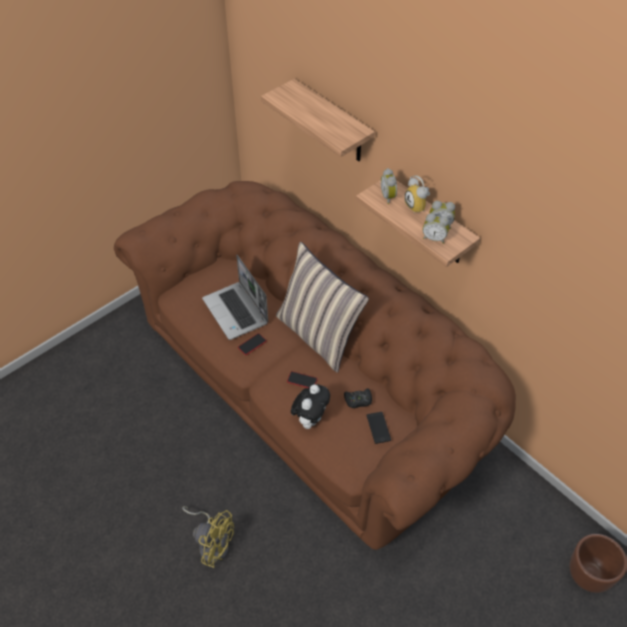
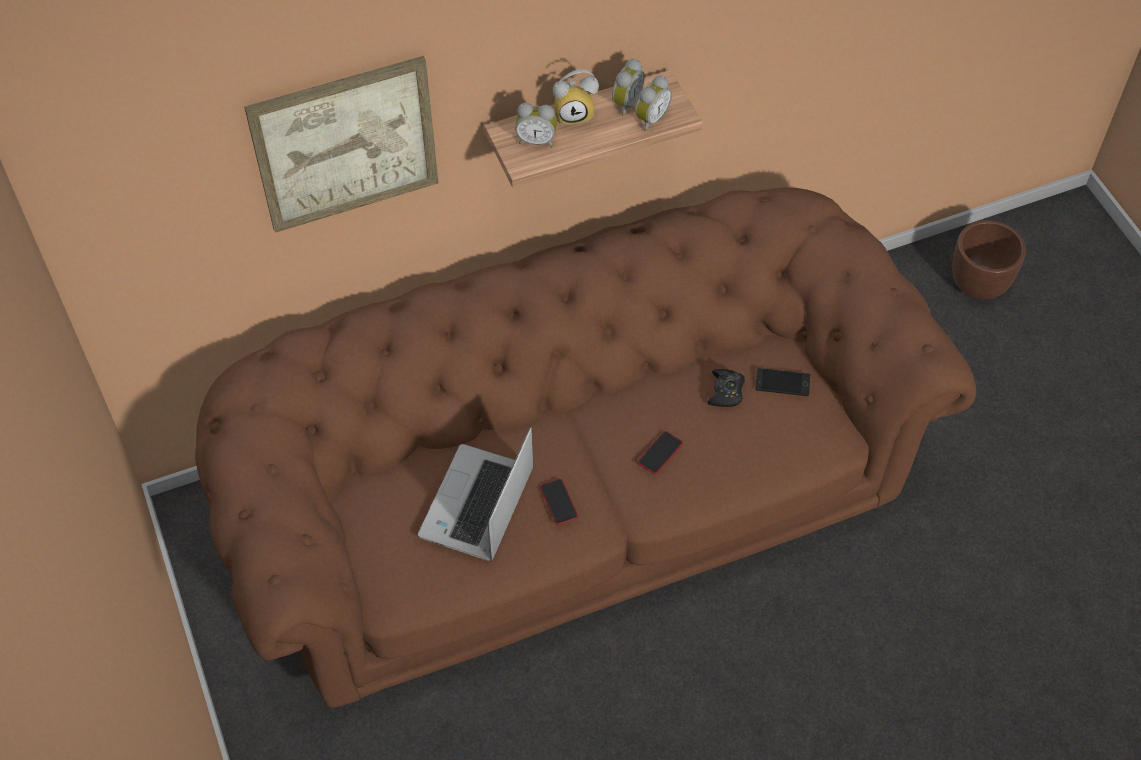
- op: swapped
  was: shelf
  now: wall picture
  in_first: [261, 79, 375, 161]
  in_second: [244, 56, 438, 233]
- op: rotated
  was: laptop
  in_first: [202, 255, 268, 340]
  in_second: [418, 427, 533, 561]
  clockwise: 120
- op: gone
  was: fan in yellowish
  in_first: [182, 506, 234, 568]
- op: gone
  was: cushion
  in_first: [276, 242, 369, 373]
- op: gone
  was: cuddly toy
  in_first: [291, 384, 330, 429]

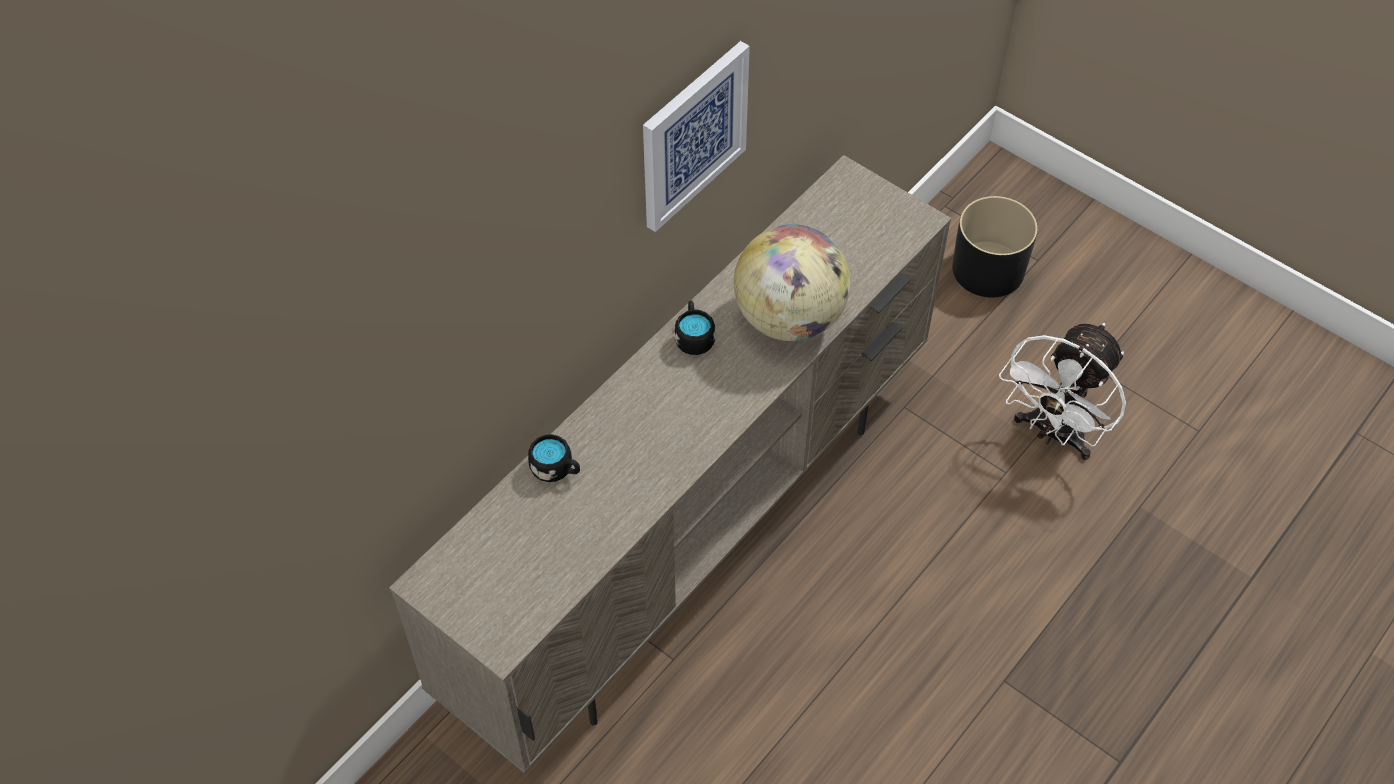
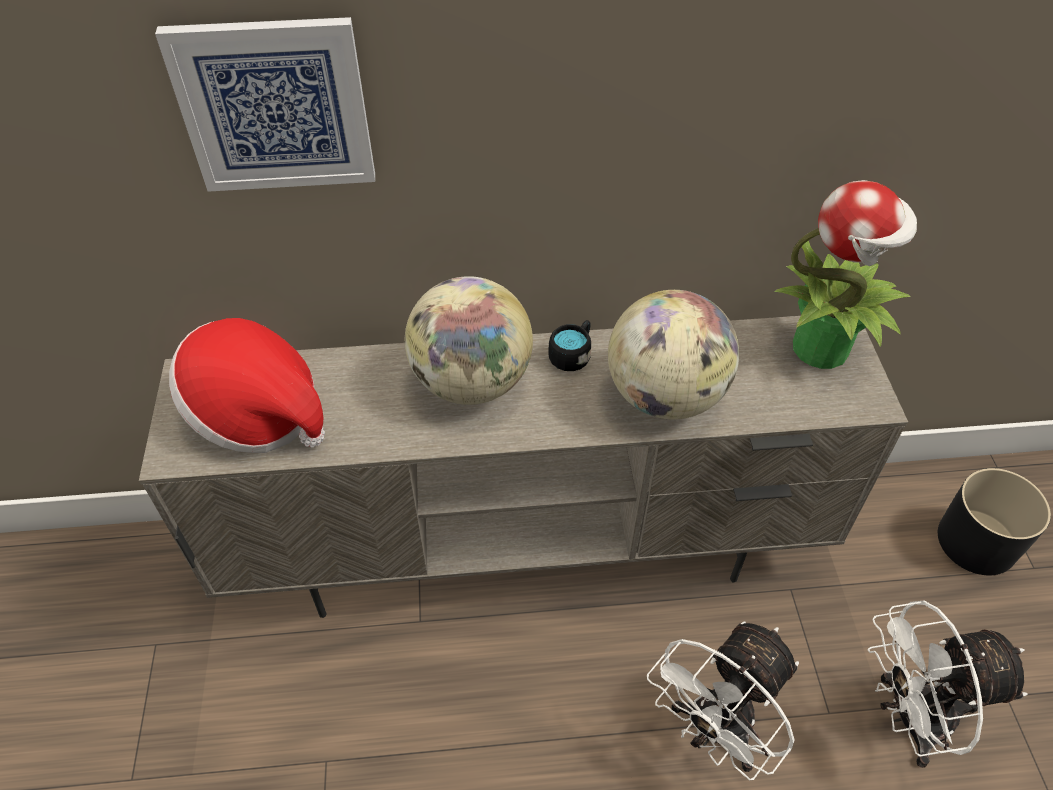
- op: shifted
  was: wall picture
  in_first: [643, 41, 750, 232]
  in_second: [155, 17, 375, 192]
- op: new
  now: wearable hat
  in_second: [169, 318, 325, 453]
- op: new
  now: desk globe
  in_second: [405, 276, 533, 405]
- op: new
  now: fan in whitish
  in_second: [647, 621, 799, 781]
- op: new
  now: houseplant
  in_second: [775, 180, 917, 369]
- op: gone
  was: coffee mug in blackish
  in_first: [528, 434, 580, 482]

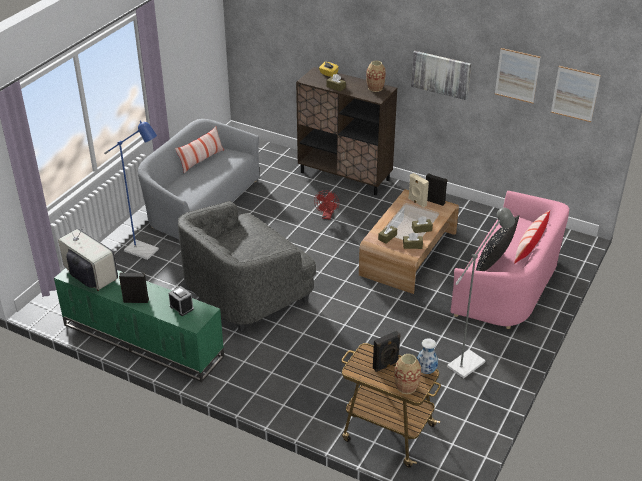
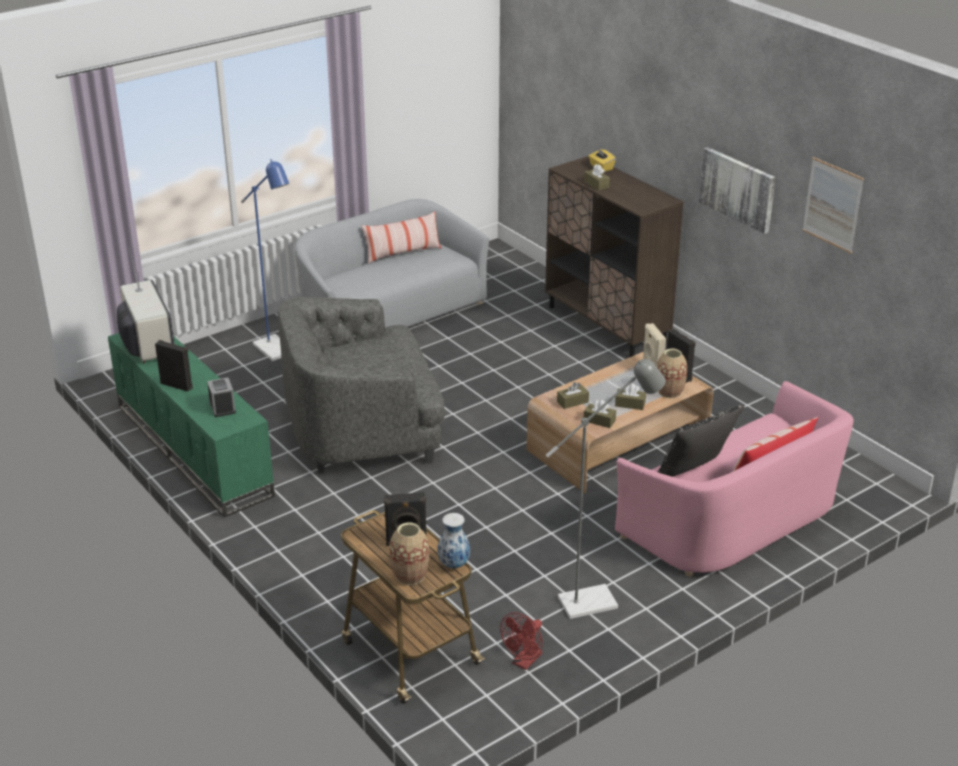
- op: shifted
  was: fan in red
  in_first: [314, 190, 339, 219]
  in_second: [500, 612, 543, 670]
- op: shifted
  was: vase
  in_first: [366, 61, 386, 92]
  in_second: [656, 349, 687, 398]
- op: gone
  was: wall picture
  in_first: [551, 66, 601, 122]

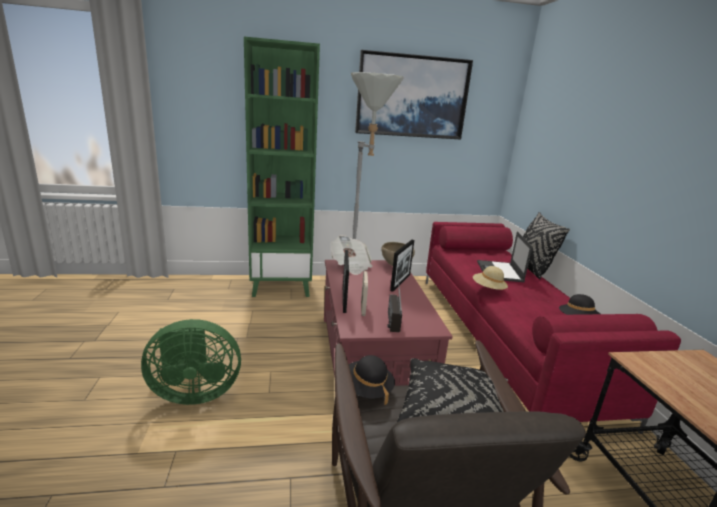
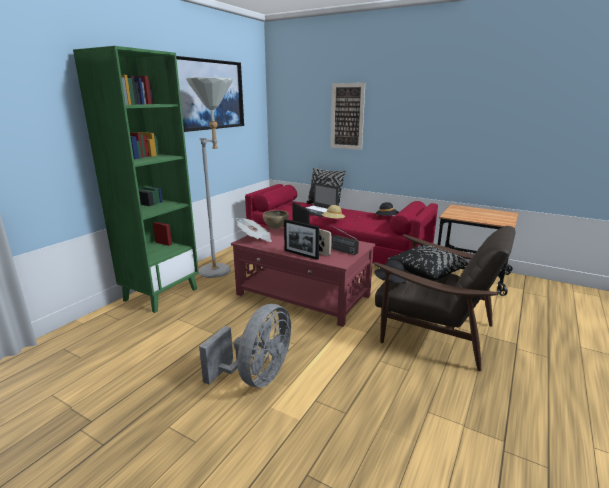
- op: repainted
  was: fan in green
  now: fan in greyish
  in_first: [141, 319, 241, 405]
  in_second: [199, 304, 291, 387]
- op: new
  now: wall picture
  in_second: [331, 83, 365, 150]

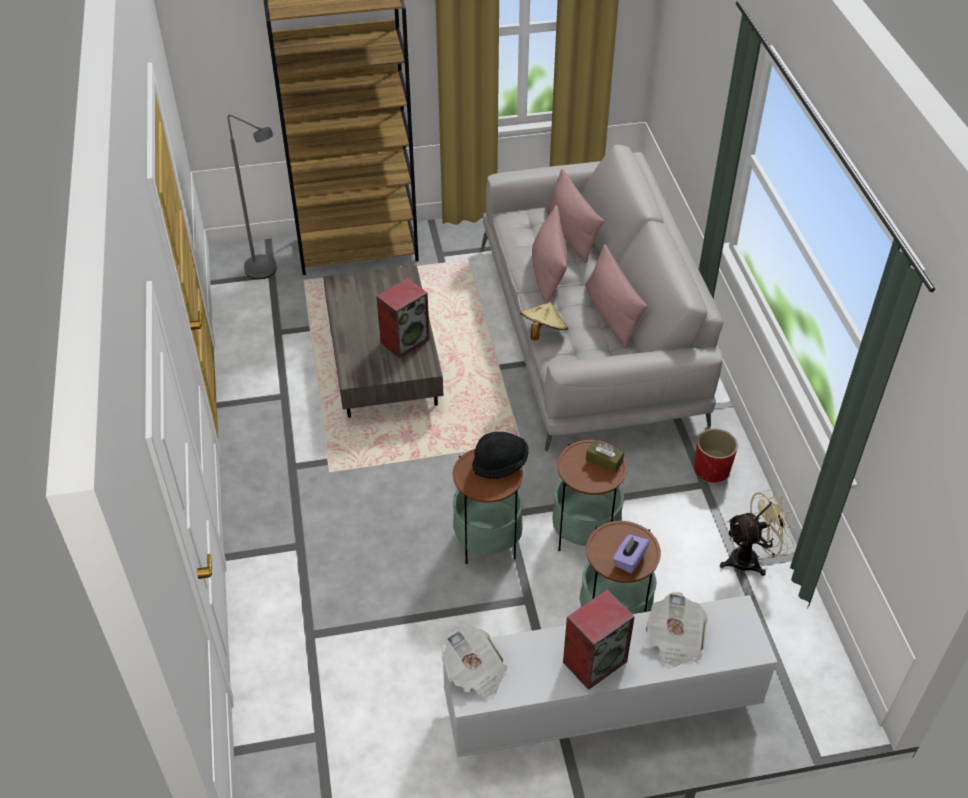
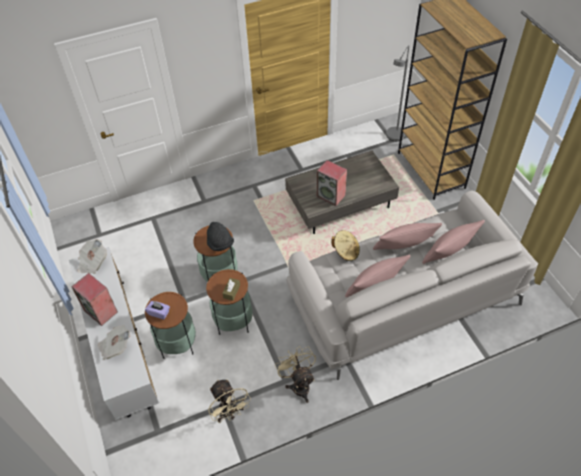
- op: swapped
  was: flower pot in red
  now: fan in beige
  in_first: [694, 429, 738, 482]
  in_second: [275, 346, 316, 403]

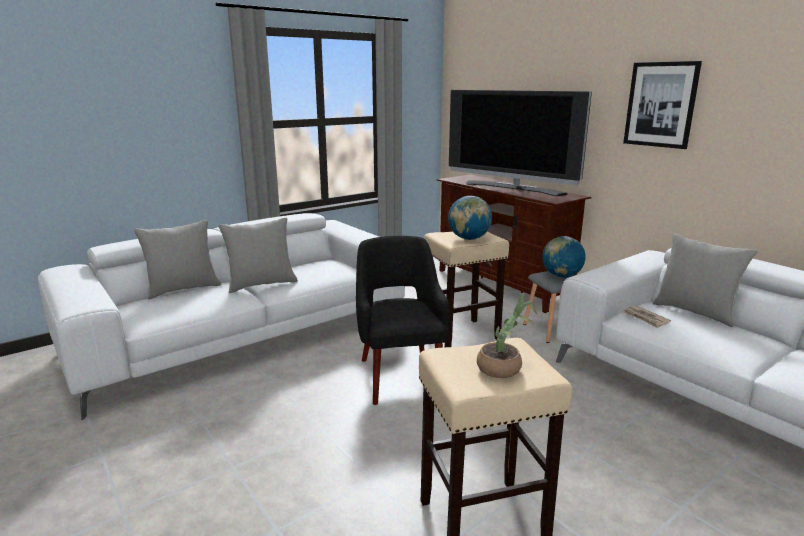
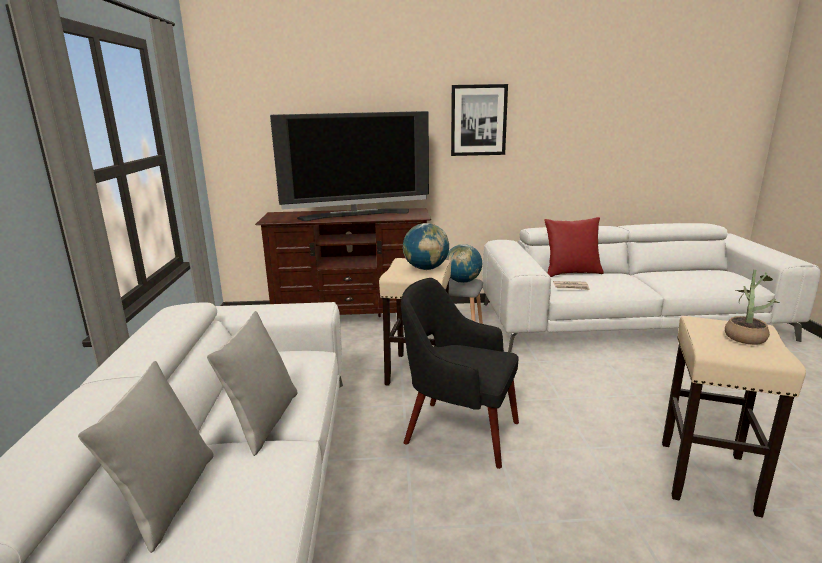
- op: repainted
  was: cushion in greyish
  now: cushion in red
  in_first: [653, 233, 758, 327]
  in_second: [544, 217, 604, 277]

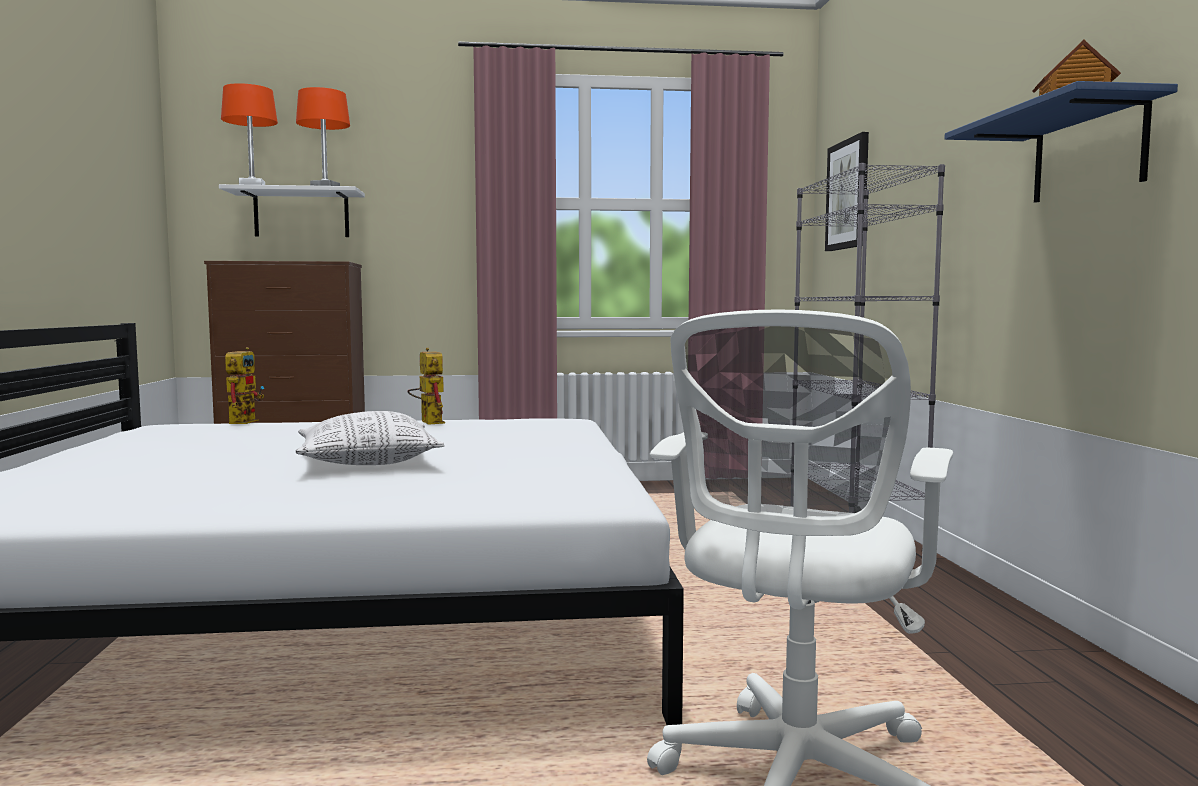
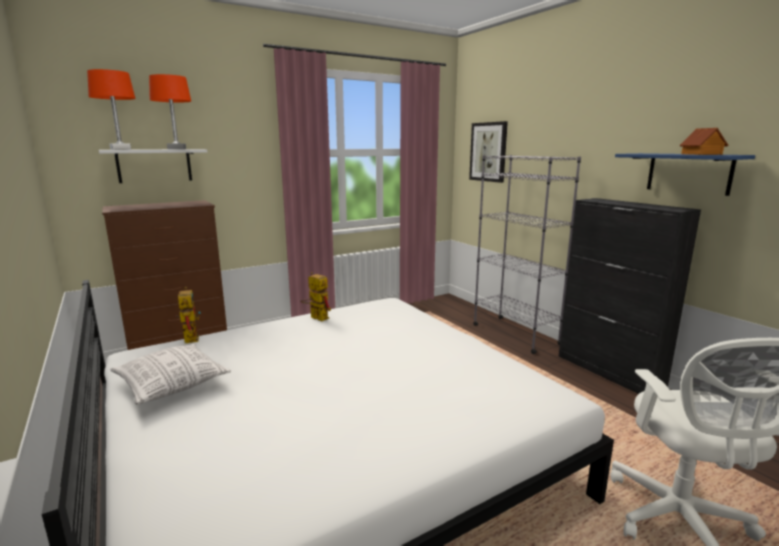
- op: shifted
  was: cushion
  in_first: [295, 411, 445, 465]
  in_second: [110, 343, 231, 405]
- op: new
  now: cupboard in blackish
  in_second: [559, 198, 701, 394]

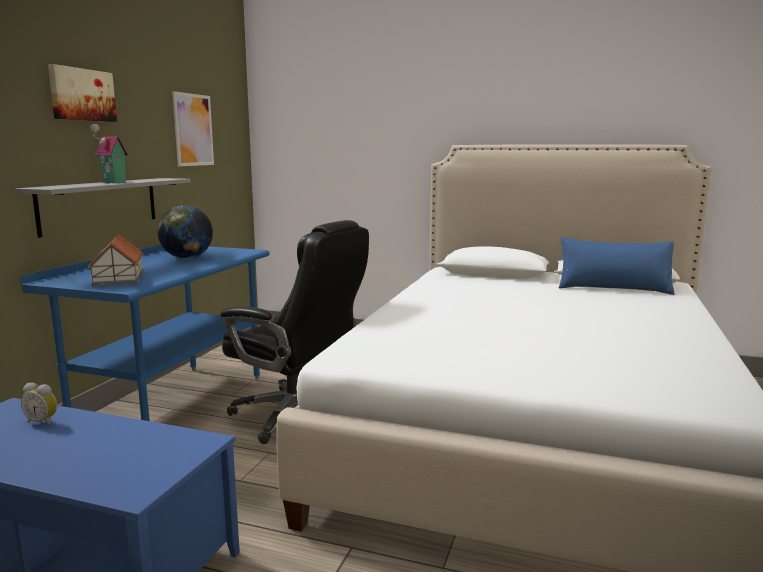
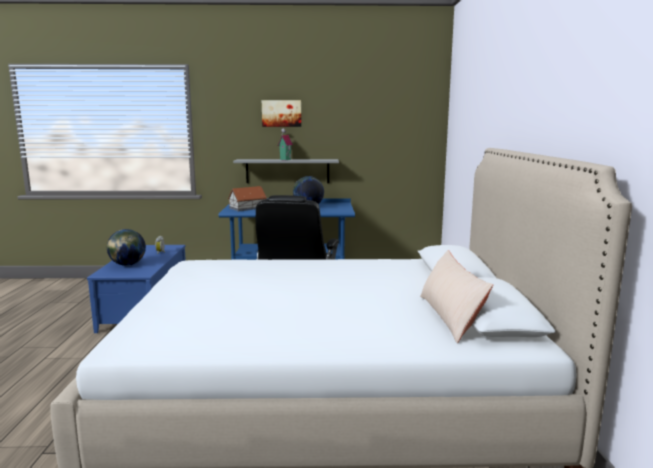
- op: new
  now: desk globe
  in_second: [107, 229, 146, 266]
- op: repainted
  was: cushion in blue-coloured
  now: cushion in beige
  in_first: [559, 237, 675, 295]
  in_second: [420, 250, 493, 343]
- op: gone
  was: wall picture
  in_first: [172, 91, 214, 166]

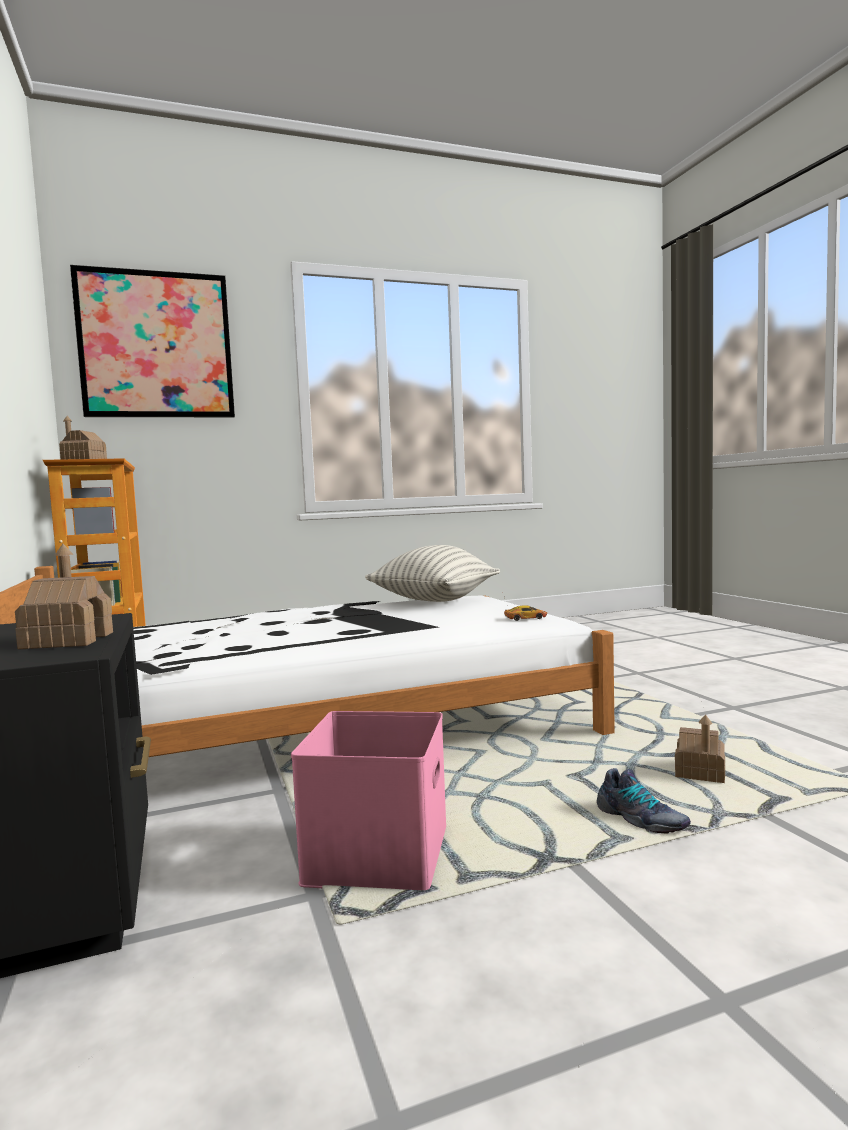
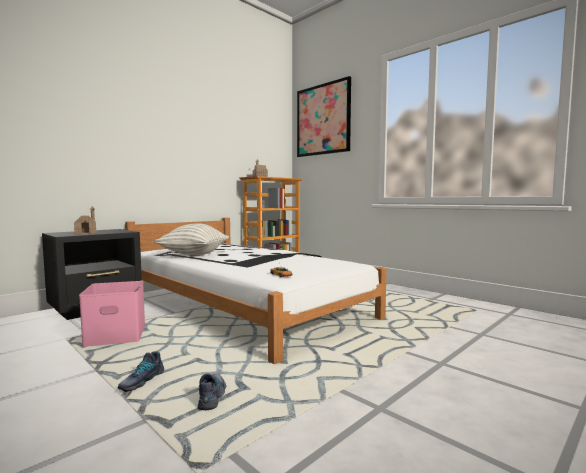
- op: shifted
  was: cushion
  in_first: [365, 545, 500, 602]
  in_second: [154, 223, 229, 256]
- op: swapped
  was: model house
  now: item of footwear
  in_first: [675, 714, 725, 783]
  in_second: [198, 374, 226, 410]

